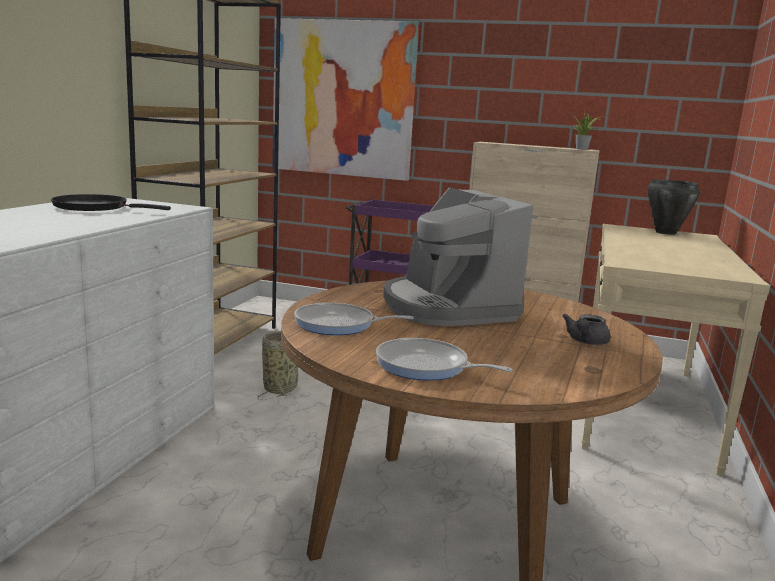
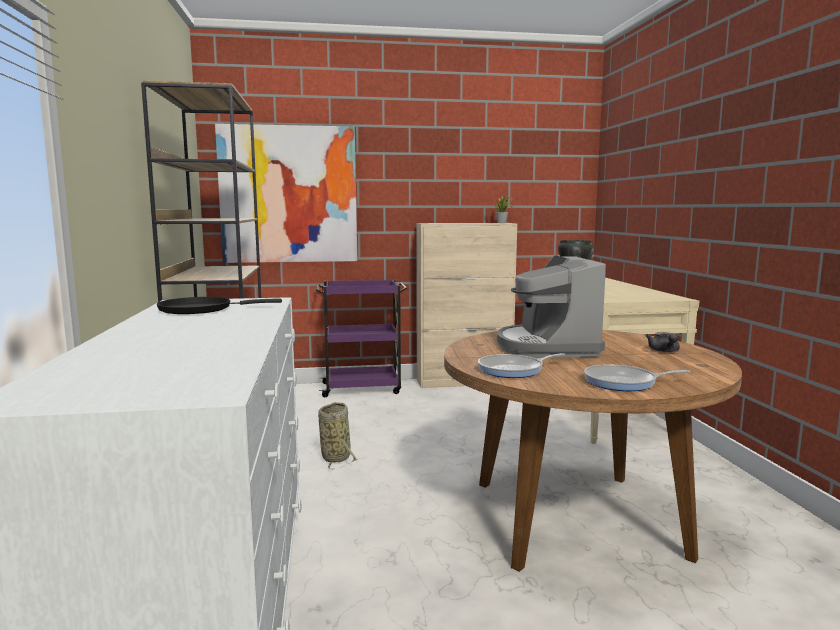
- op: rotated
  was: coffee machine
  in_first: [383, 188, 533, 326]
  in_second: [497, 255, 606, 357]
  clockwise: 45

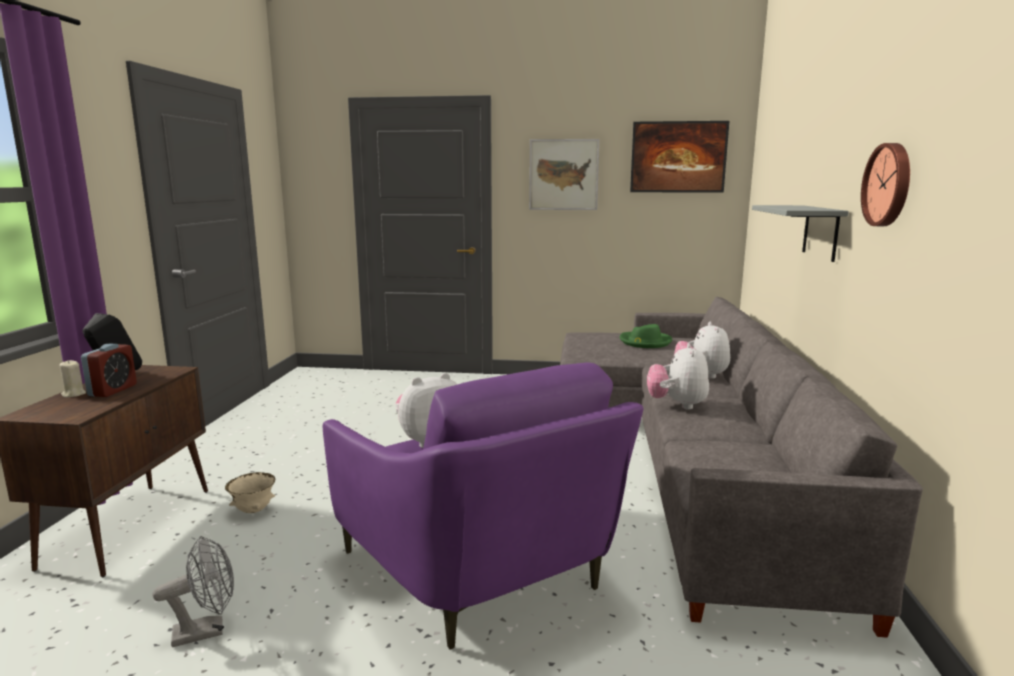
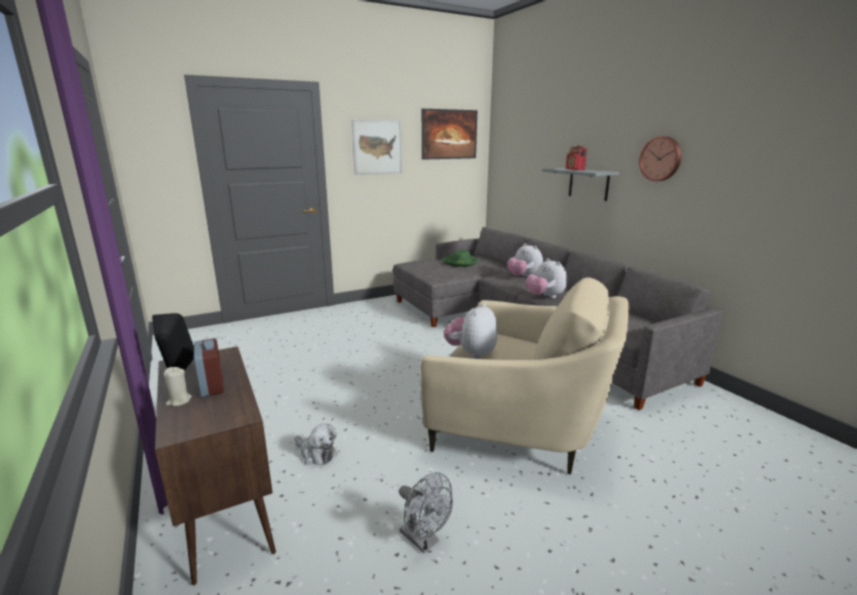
- op: swapped
  was: serving bowl in beige
  now: cuddly toy
  in_first: [225, 472, 275, 513]
  in_second: [295, 423, 337, 465]
- op: rotated
  was: fan in greyish
  in_first: [152, 536, 234, 647]
  in_second: [399, 472, 453, 553]
  clockwise: 105
- op: repainted
  was: easy chair in purple-coloured
  now: easy chair in beige
  in_first: [323, 362, 644, 649]
  in_second: [420, 278, 630, 474]
- op: new
  now: radio receiver
  in_second: [566, 145, 587, 170]

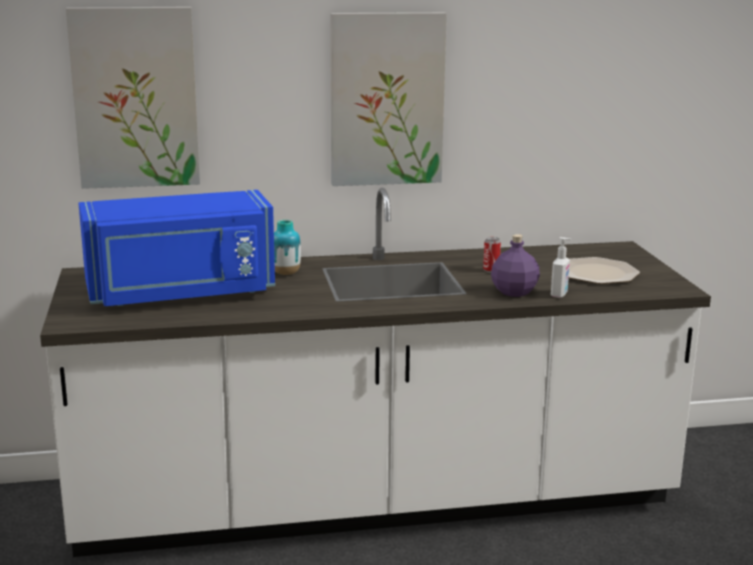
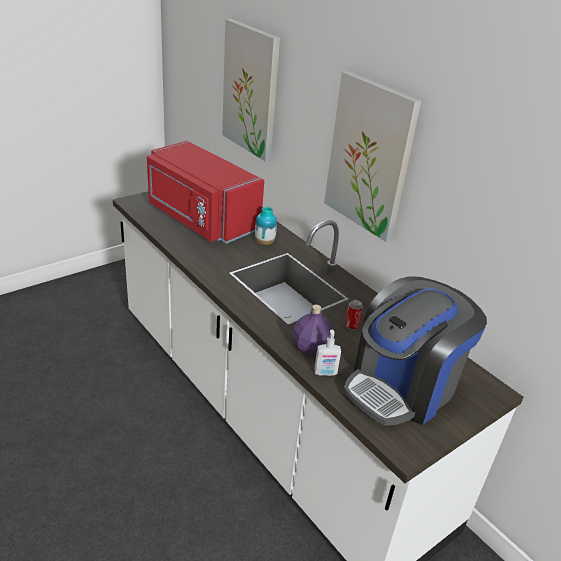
- op: repainted
  was: microwave oven in blue-coloured
  now: microwave oven in red
  in_first: [78, 190, 275, 306]
  in_second: [147, 141, 264, 244]
- op: swapped
  was: flat dish
  now: coffee machine
  in_first: [569, 257, 640, 284]
  in_second: [343, 276, 487, 426]

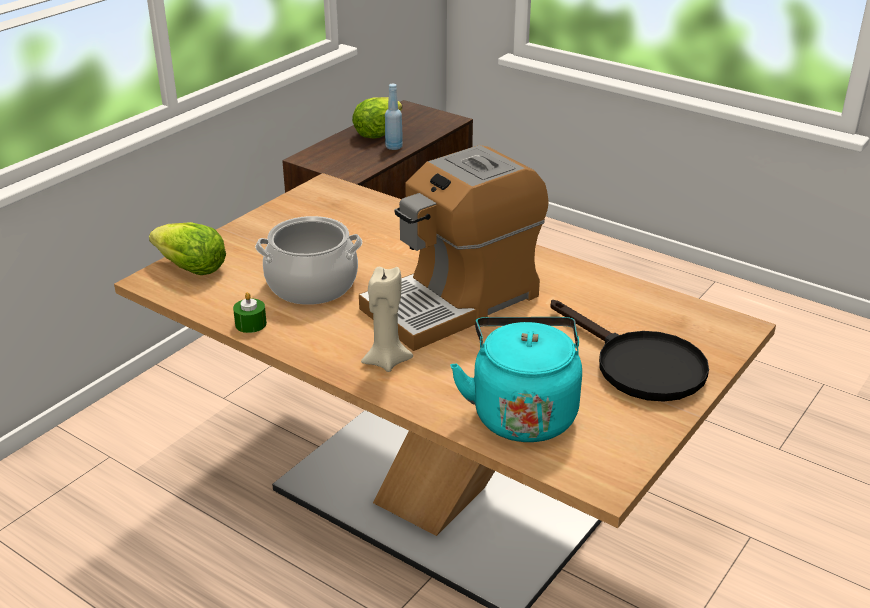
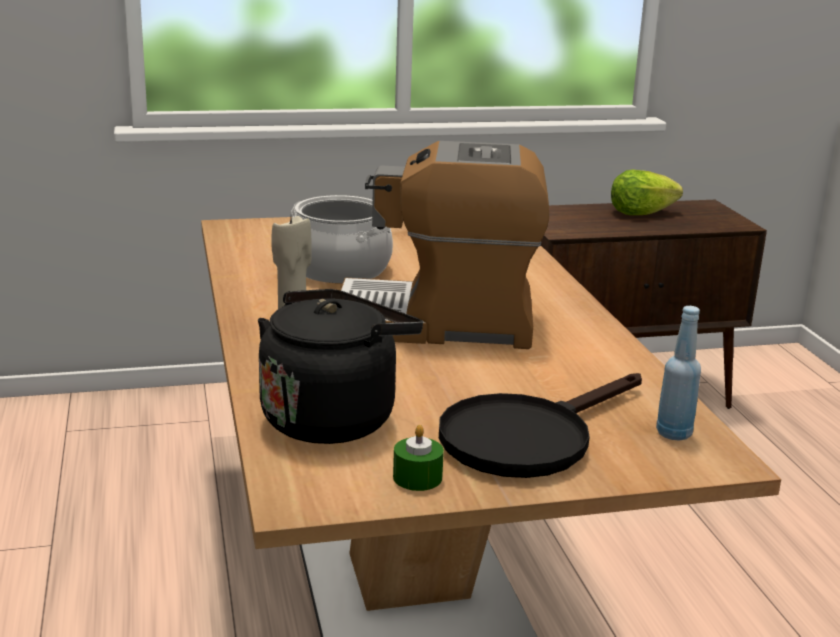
- op: repainted
  was: water kettle in turquoise
  now: water kettle in blackish
  in_first: [450, 317, 582, 442]
  in_second: [258, 289, 423, 444]
- op: shifted
  was: wax light in green
  in_first: [233, 292, 267, 333]
  in_second: [393, 425, 444, 491]
- op: rotated
  was: skillet in blackish
  in_first: [550, 300, 709, 402]
  in_second: [439, 373, 642, 478]
  clockwise: 45
- op: shifted
  was: beverage bottle in blue-coloured
  in_first: [385, 84, 403, 150]
  in_second: [656, 306, 701, 441]
- op: gone
  was: head of lettuce
  in_first: [149, 222, 226, 275]

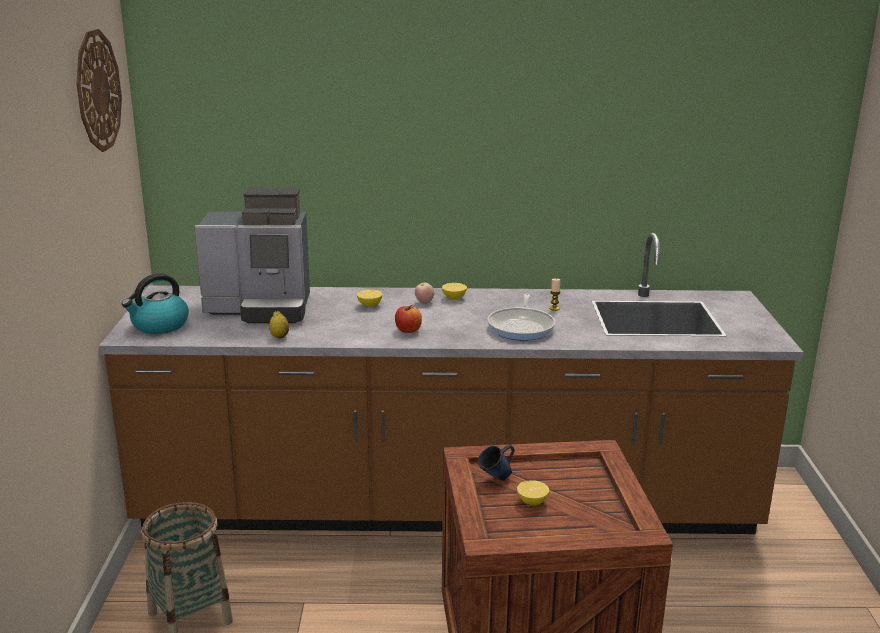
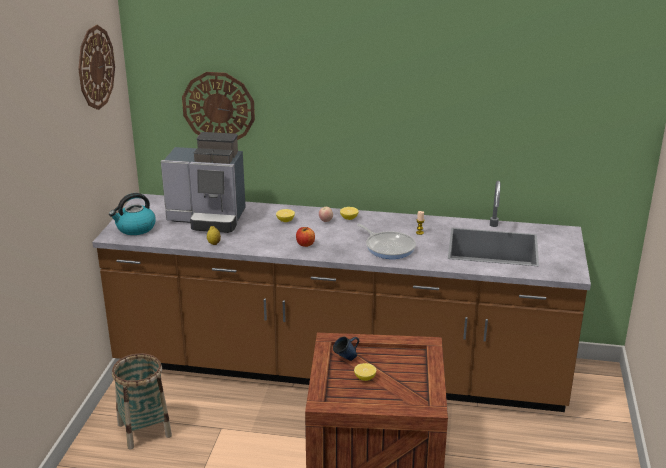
- op: new
  now: clock on the wall
  in_second: [182, 72, 255, 140]
- op: rotated
  was: skillet
  in_first: [487, 294, 555, 341]
  in_second: [357, 224, 416, 259]
  clockwise: -60

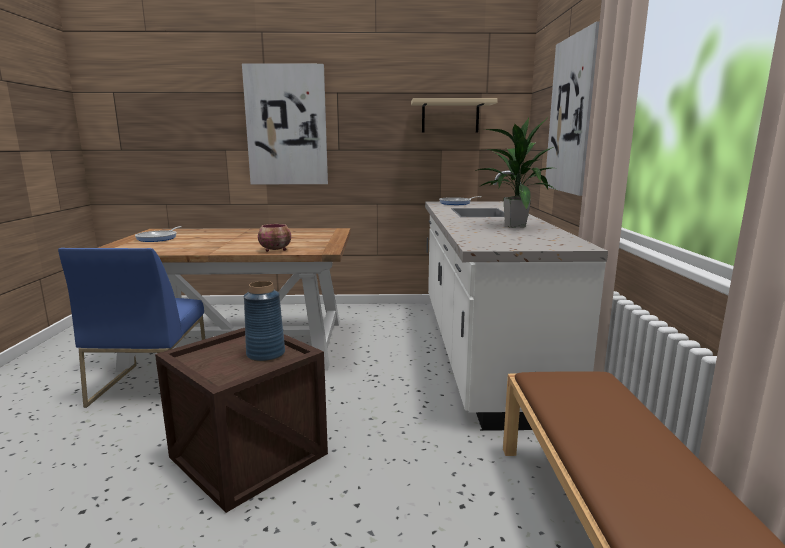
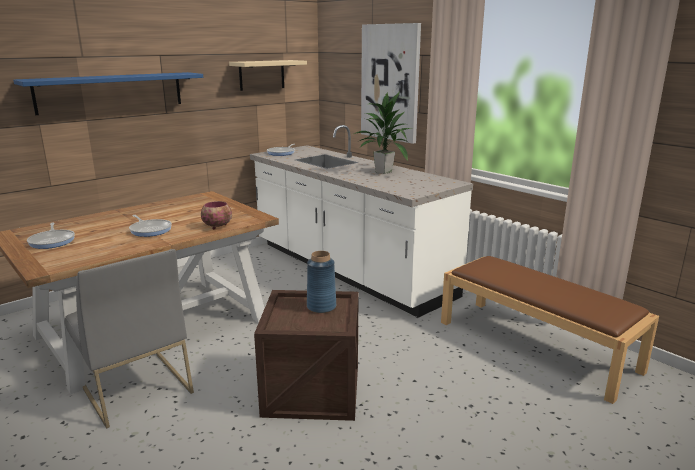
- op: swapped
  was: wall picture
  now: shelf in blue-coloured
  in_first: [242, 63, 328, 184]
  in_second: [13, 72, 203, 115]
- op: repainted
  was: chair in blue-coloured
  now: chair in greyish
  in_first: [58, 248, 205, 408]
  in_second: [65, 249, 194, 429]
- op: new
  now: skillet
  in_second: [129, 215, 172, 237]

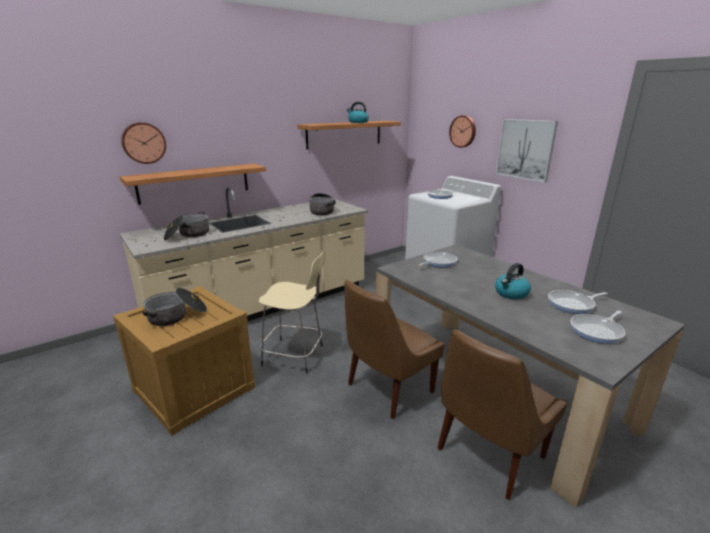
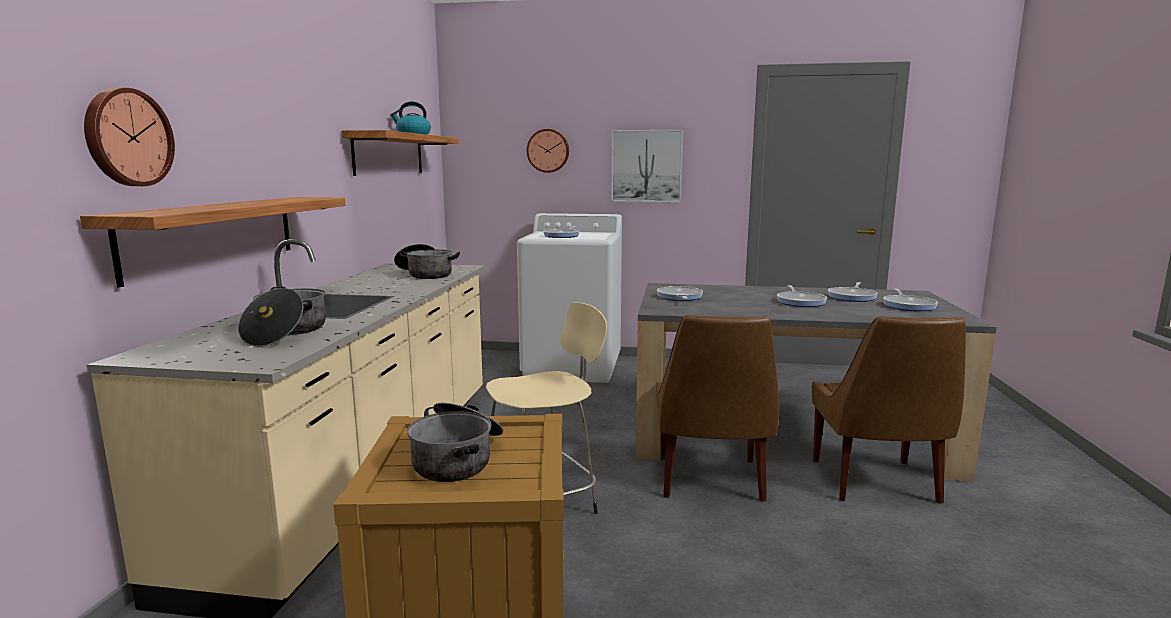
- op: swapped
  was: water kettle
  now: skillet
  in_first: [495, 263, 531, 299]
  in_second: [777, 285, 827, 307]

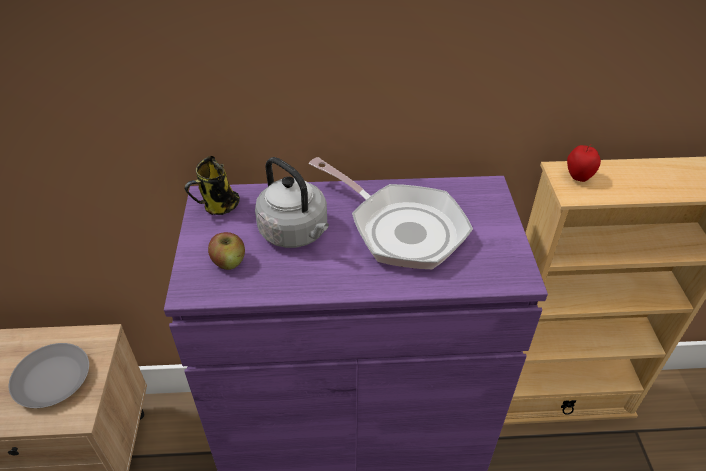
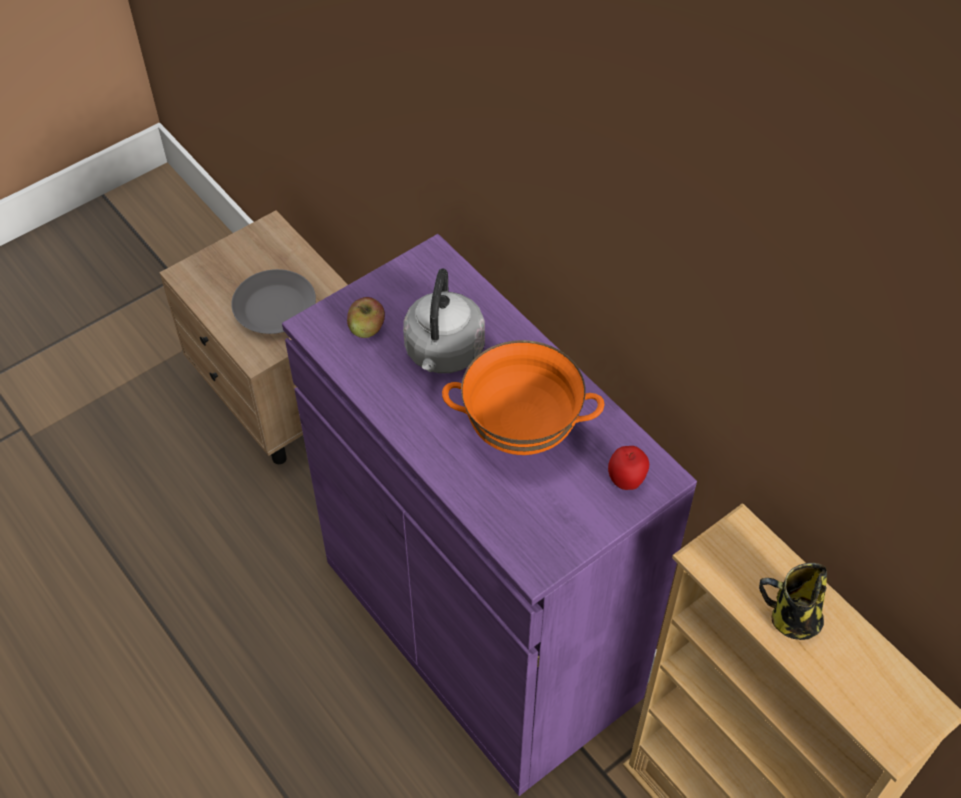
- op: swapped
  was: skillet
  now: serving bowl in orangey
  in_first: [309, 157, 473, 269]
  in_second: [442, 340, 604, 455]
- op: shifted
  was: whole apple
  in_first: [567, 144, 601, 182]
  in_second: [608, 446, 649, 490]
- op: shifted
  was: coffee mug
  in_first: [184, 156, 240, 215]
  in_second: [759, 563, 827, 640]

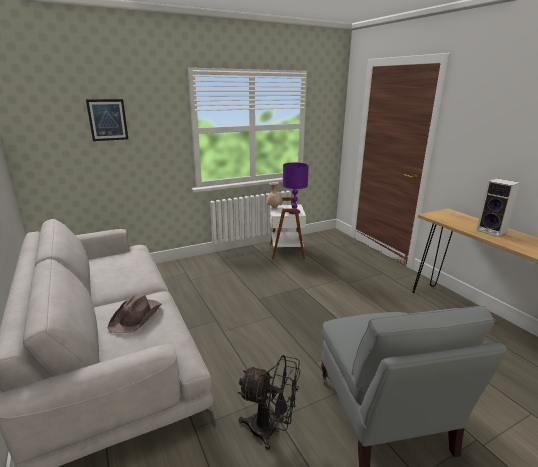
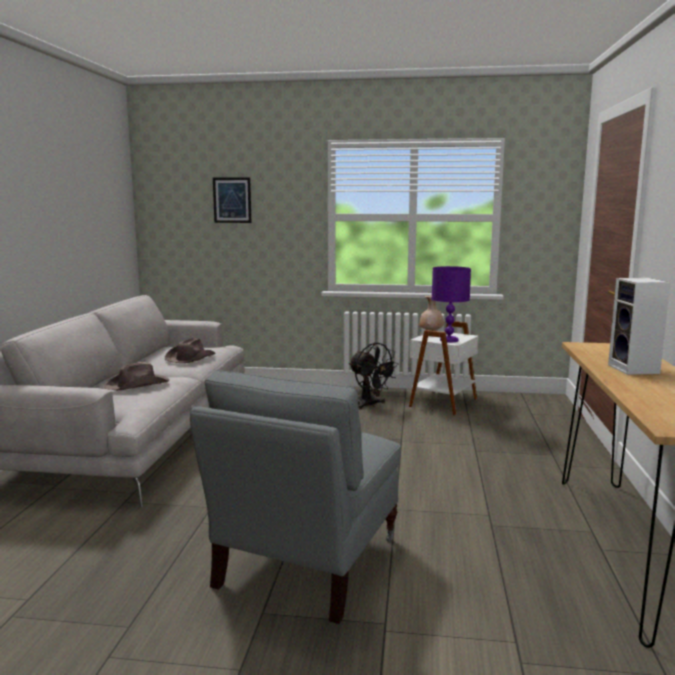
- op: new
  now: wearable hat in brownish
  in_second: [165, 338, 216, 363]
- op: shifted
  was: fan in blackish
  in_first: [238, 355, 300, 450]
  in_second: [349, 343, 399, 409]

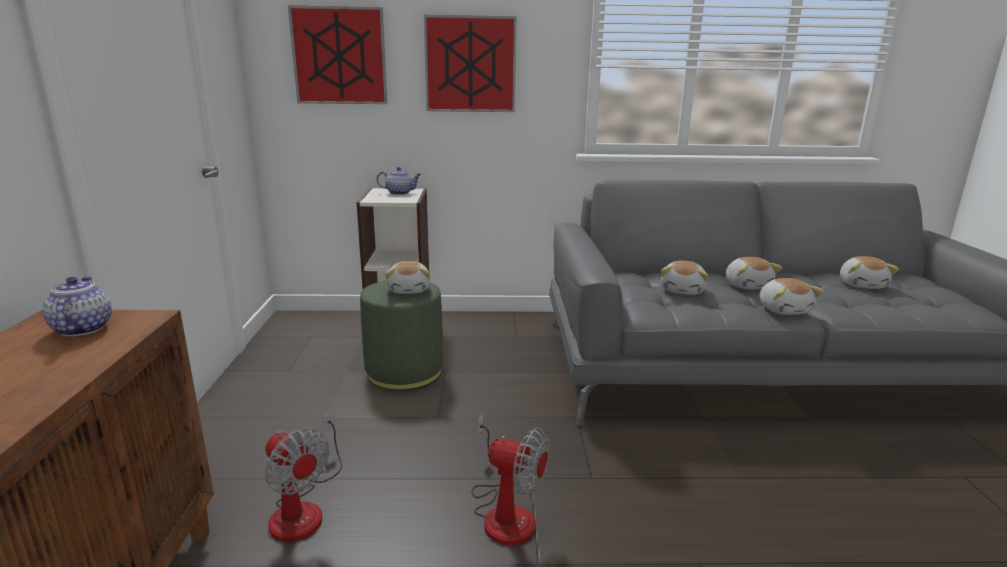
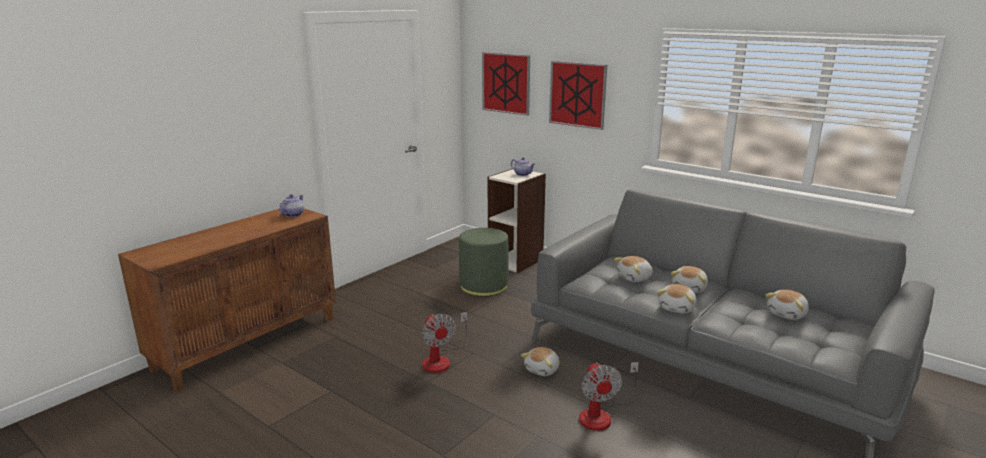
- op: shifted
  was: cuddly toy
  in_first: [385, 261, 430, 294]
  in_second: [521, 347, 559, 376]
- op: shifted
  was: fan
  in_first: [265, 410, 342, 542]
  in_second: [579, 362, 639, 431]

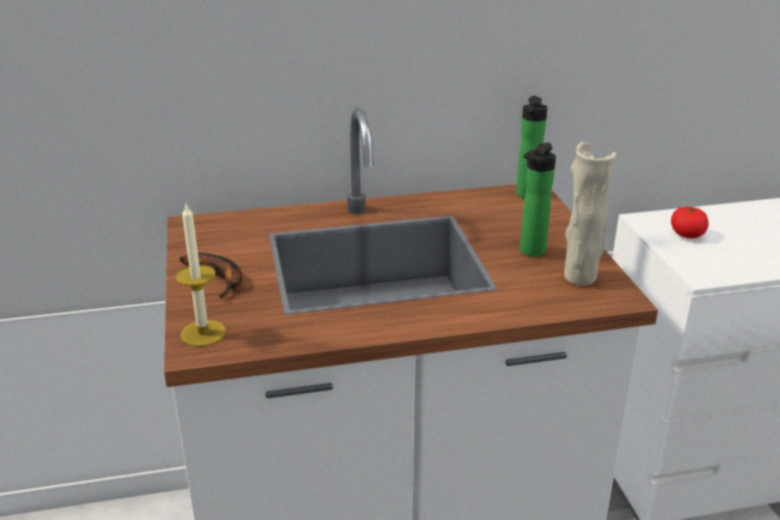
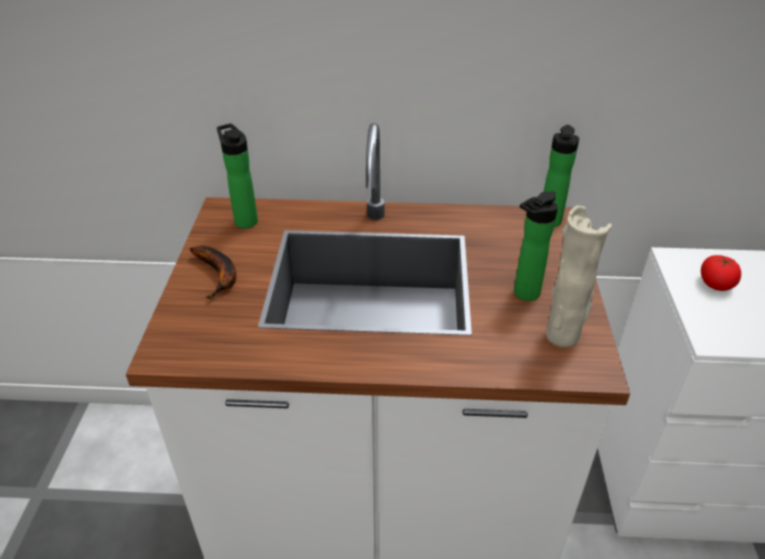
- op: new
  now: beverage bottle
  in_second: [217, 123, 258, 228]
- op: gone
  was: wax light
  in_first: [175, 205, 226, 347]

